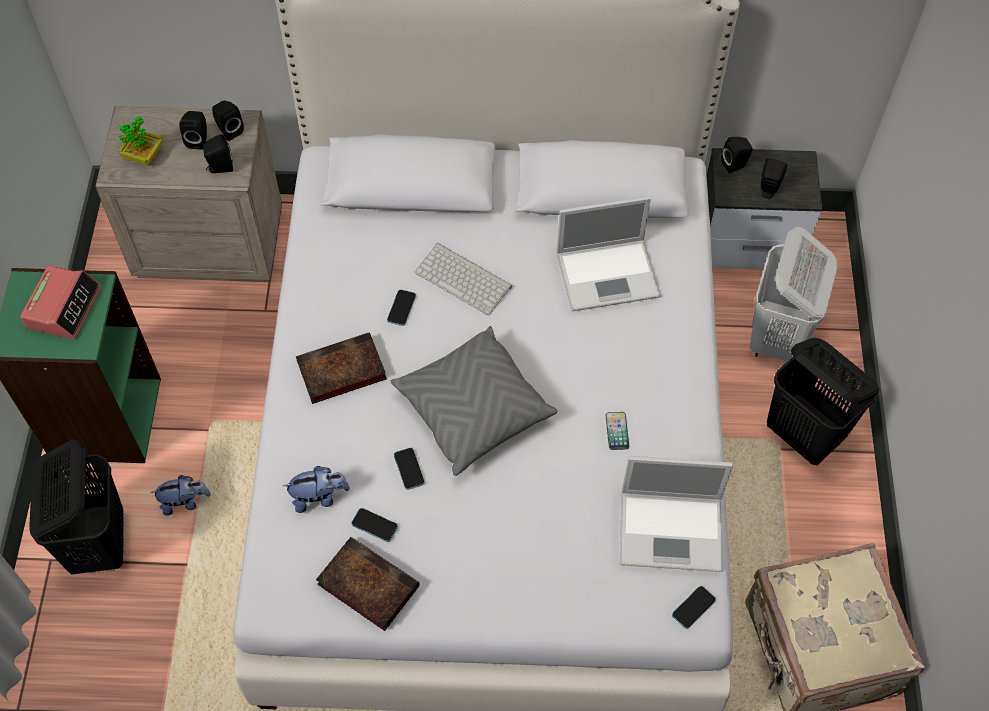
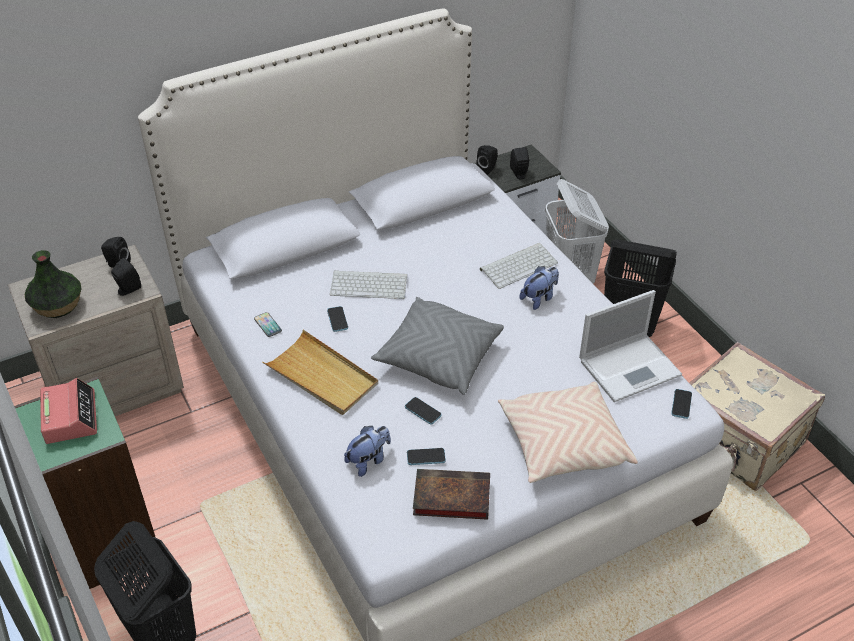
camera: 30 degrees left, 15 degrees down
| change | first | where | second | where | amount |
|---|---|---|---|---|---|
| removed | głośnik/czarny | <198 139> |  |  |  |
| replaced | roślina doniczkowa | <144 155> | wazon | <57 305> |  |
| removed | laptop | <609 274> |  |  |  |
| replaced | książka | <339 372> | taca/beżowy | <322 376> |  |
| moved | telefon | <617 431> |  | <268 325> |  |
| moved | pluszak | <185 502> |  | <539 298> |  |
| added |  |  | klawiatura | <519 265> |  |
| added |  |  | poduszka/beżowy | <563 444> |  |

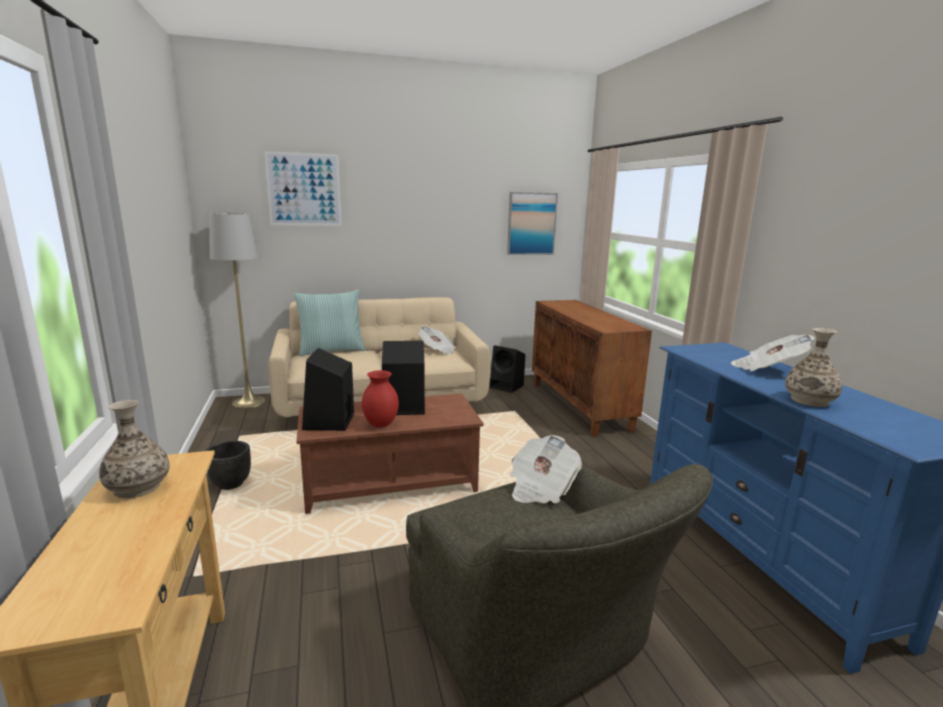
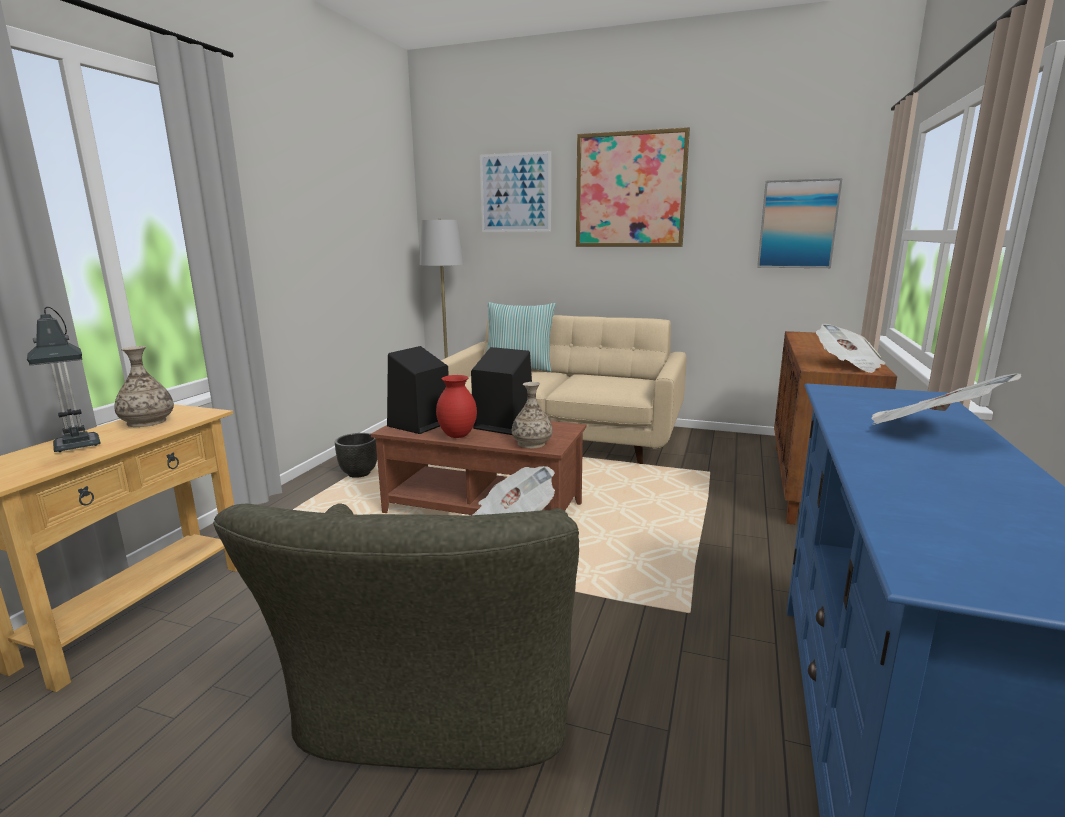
camera: 35 degrees right, 0 degrees up
| change | first | where | second | where | amount |
|---|---|---|---|---|---|
| moved | gazeta | <437 350> |  | <848 365> |  |
| moved | wazon | <809 400> |  | <531 443> |  |
| removed | głośnik/czarny | <507 386> |  |  |  |
| added |  |  | obraz | <630 190> |  |
| added |  |  | lampa stołowa | <78 448> |  |

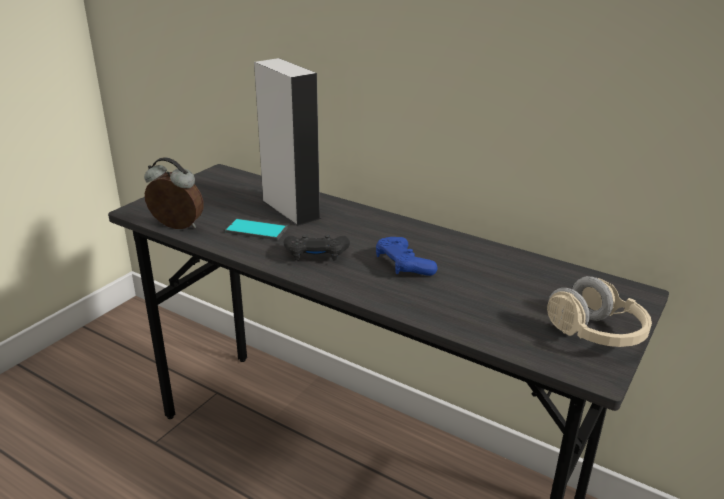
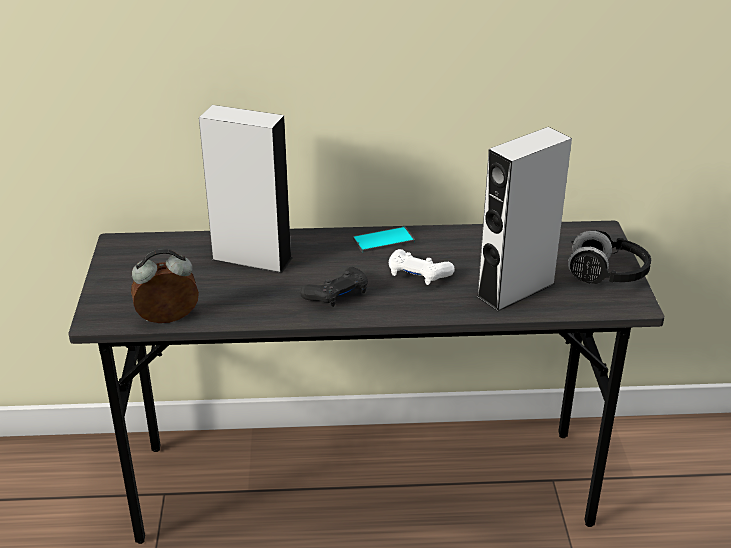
camera: 35 degrees left, 5 degrees up
| change | first | where | second | where | amount |
|---|---|---|---|---|---|
| moved | telefon | <256 230> |  | <383 240> |  |
| recoloured | pad do gier/niebieski | <403 265> | pad do gier/biały | <418 275> |  |
| recoloured | słuchawki/beżowy | <595 334> | słuchawki/czarny | <606 275> |  |
| added |  |  | głośnik/szary | <515 290> |  |

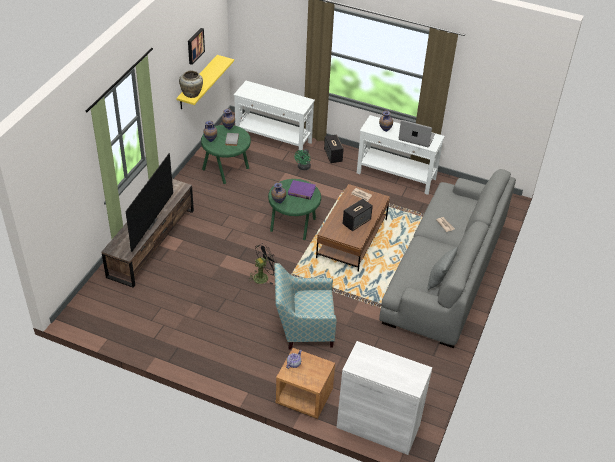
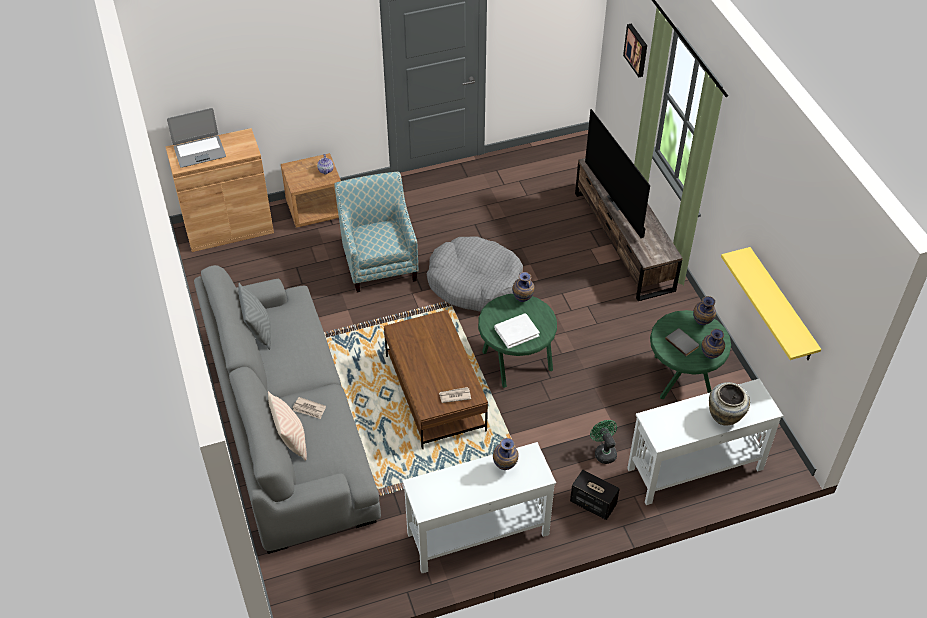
camera: 140 degrees right, 5 degrees up
| change | first | where | second | where | amount |
|---|---|---|---|---|---|
| moved | obraz | <195 45> |  | <637 50> |  |
| moved | wazon/beżowy | <192 94> |  | <724 417> |  |
| moved | laptop | <416 138> |  | <199 151> |  |
| recoloured | książka/fioletowy | <301 191> | książka/biały | <516 332> |  |
| removed | głośnik | <356 222> |  |  |  |
| replaced | wentylator/czarny | <263 276> | legowisko/szary | <475 283> |  |
| turned | fotel | <302 328> |  | <379 261> | 60 degrees counterclockwise |
| recoloured | szafka/biały | <378 426> | szafka/brązowy | <229 228> |  |
| added |  |  | poduszka/beżowy | <291 440> |  |

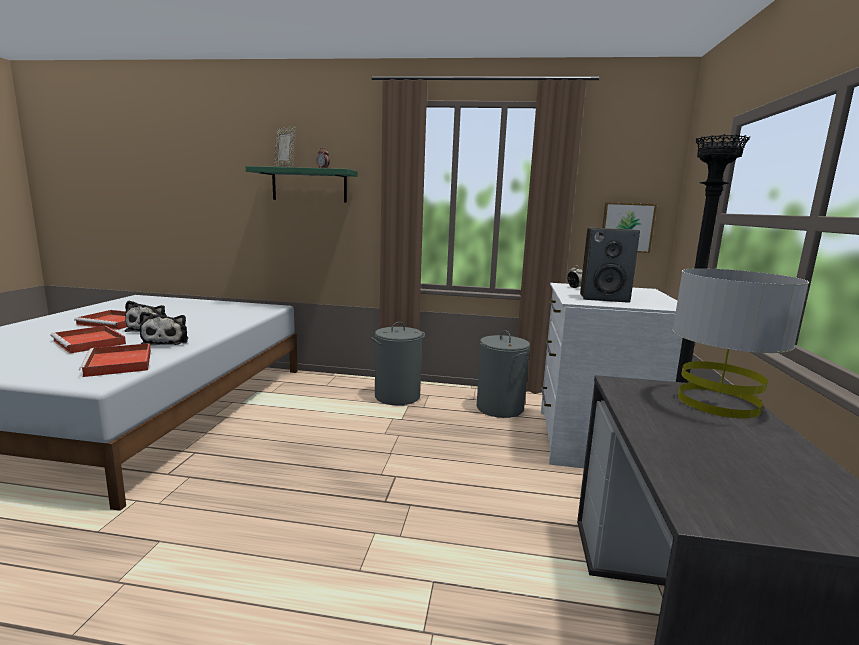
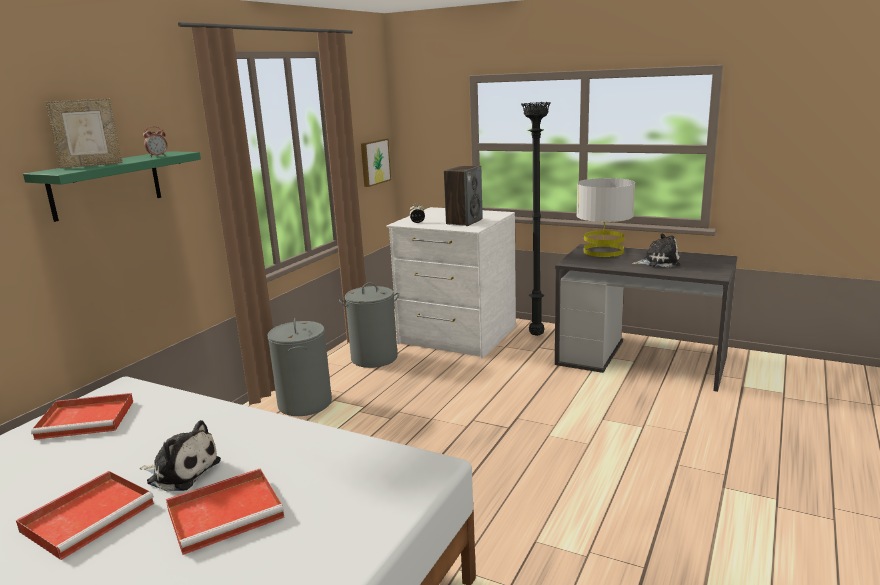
camera: 70 degrees left, 5 degrees up
| change | first | where | second | where | amount |
|---|---|---|---|---|---|
| moved | pluszak | <167 341> |  | <658 262> |  |
| moved | taca/czerwony | <119 363> |  | <88 419> |  |

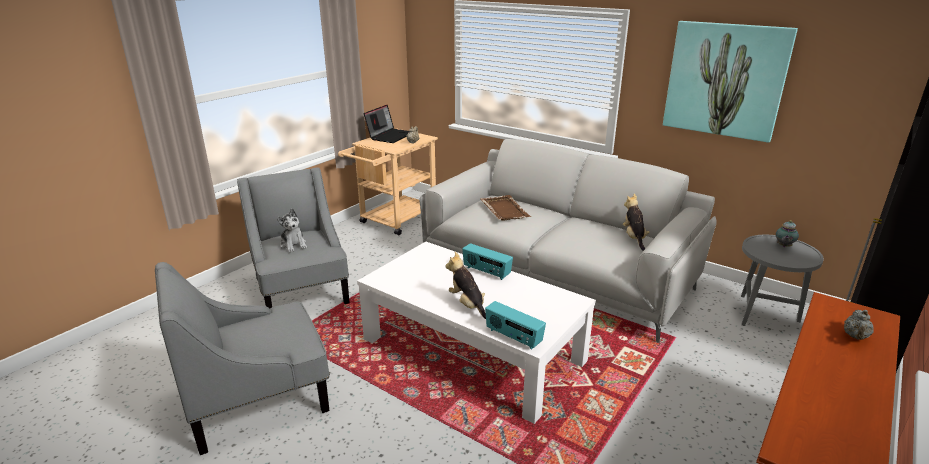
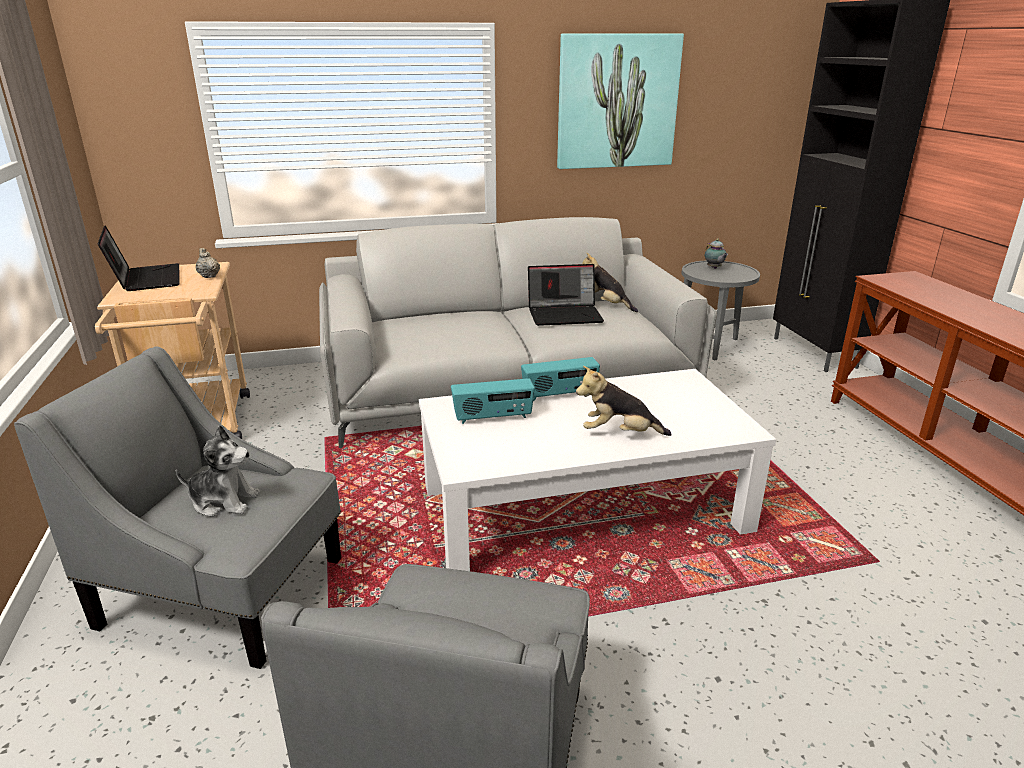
camera: 50 degrees left, 0 degrees up
| change | first | where | second | where | amount |
|---|---|---|---|---|---|
| removed | taca/brązowy | <504 209> |  |  |  |
| moved | radio | <513 337> |  | <493 418> |  |
| removed | imbryk/szary | <855 337> |  |  |  |
| added |  |  | laptop | <565 314> |  |

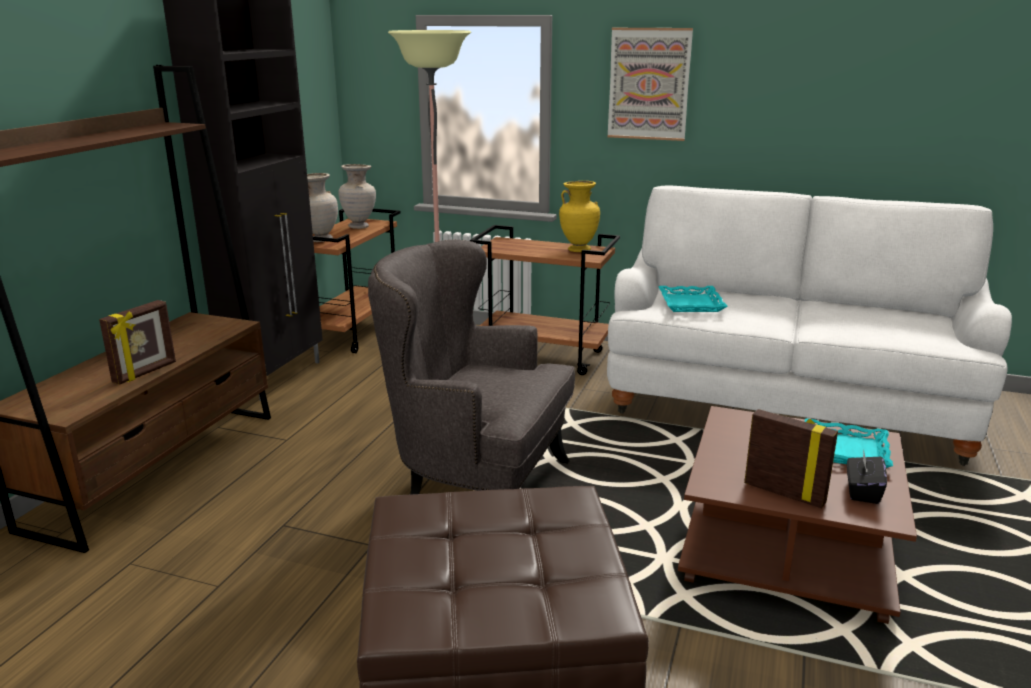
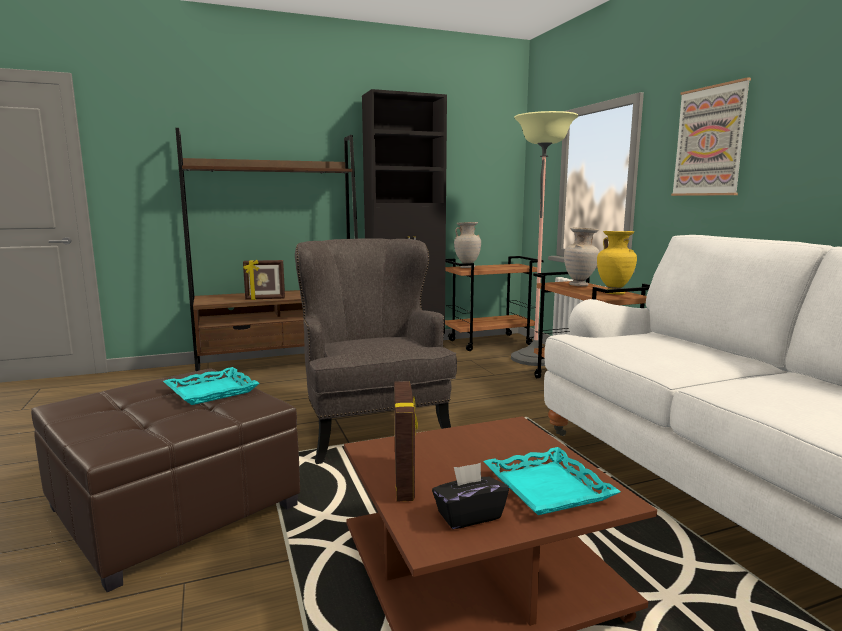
camera: 50 degrees right, 10 degrees down
| change | first | where | second | where | amount |
|---|---|---|---|---|---|
| moved | wazon/beżowy | <359 227> |  | <579 285> |  |
| moved | taca/turkusowy | <691 304> |  | <212 391> |  |

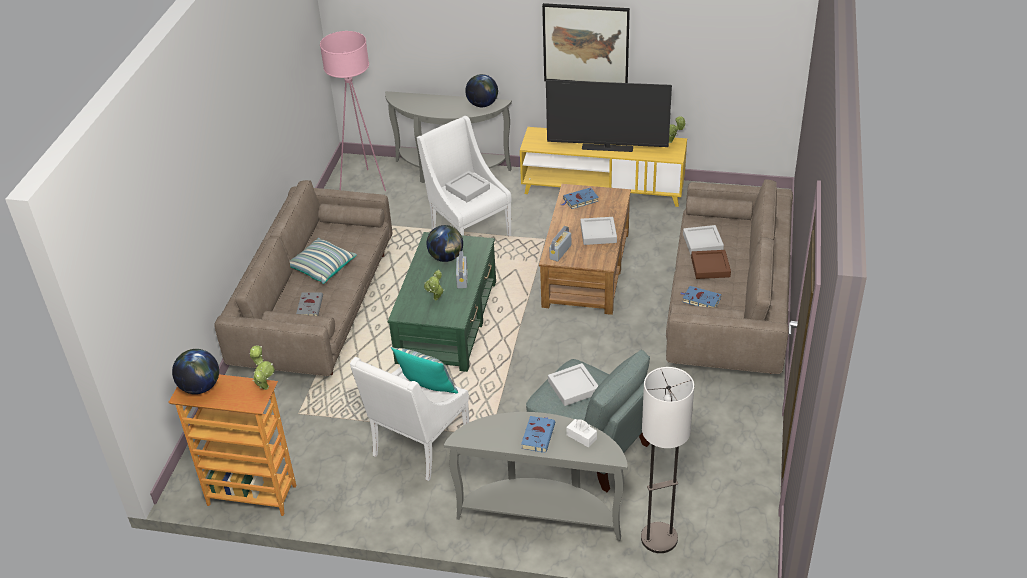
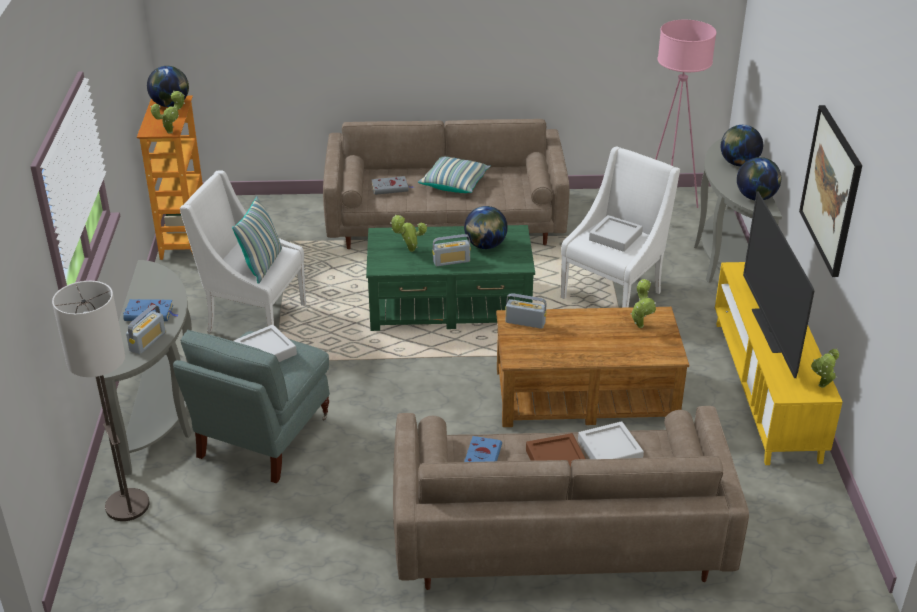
camera: 75 degrees right, 5 degrees down
| change | first | where | second | where | amount |
|---|---|---|---|---|---|
| replaced | książka/niebieski | <580 200> | roślina doniczkowa | <640 324> |  |
| removed | taca/szary | <598 234> |  |  |  |
| replaced | pudełko chusteczek/biały | <581 437> | radio | <147 342> |  |
| added |  |  | globus | <738 163> |  |

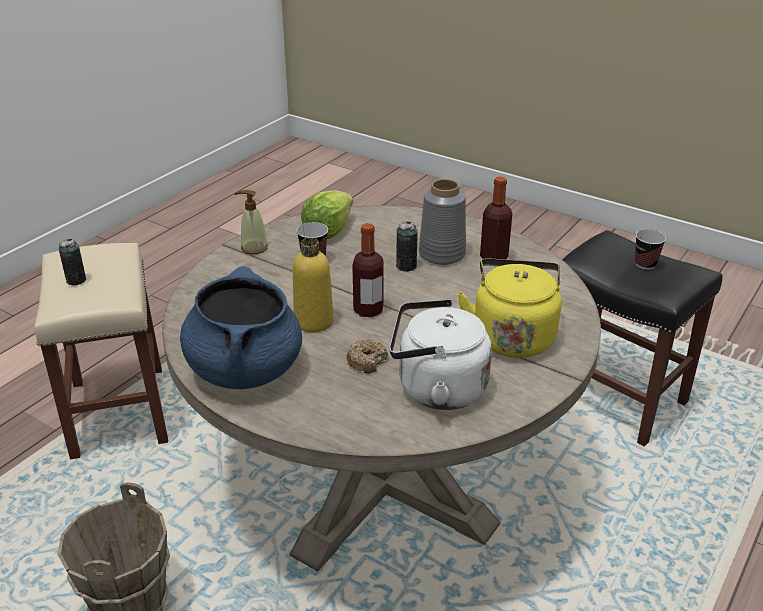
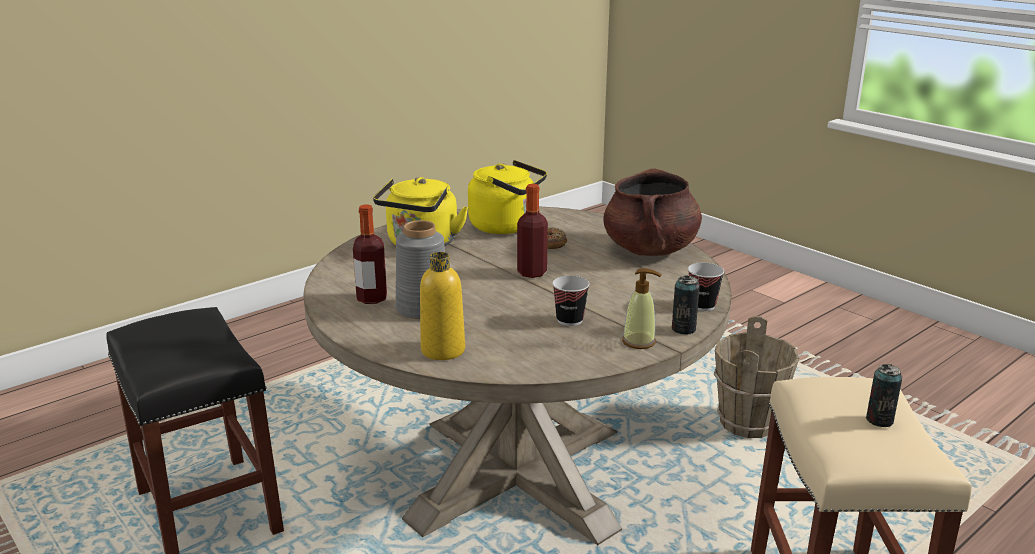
camera: 165 degrees left, 10 degrees down
| change | first | where | second | where | amount |
|---|---|---|---|---|---|
| removed | sałata | <328 230> |  |  |  |
| moved | puszka | <406 266> |  | <683 329> |  |
| moved | filiżanka | <645 264> |  | <702 305> |  |
| moved | butelka/żółty | <314 321> |  | <443 350> |  |
| recoloured | garnek/niebieski | <245 369> | garnek/brązowy | <650 250> |  |
| recoloured | czajnik/biały | <436 389> | czajnik/żółty | <507 227> |  |

